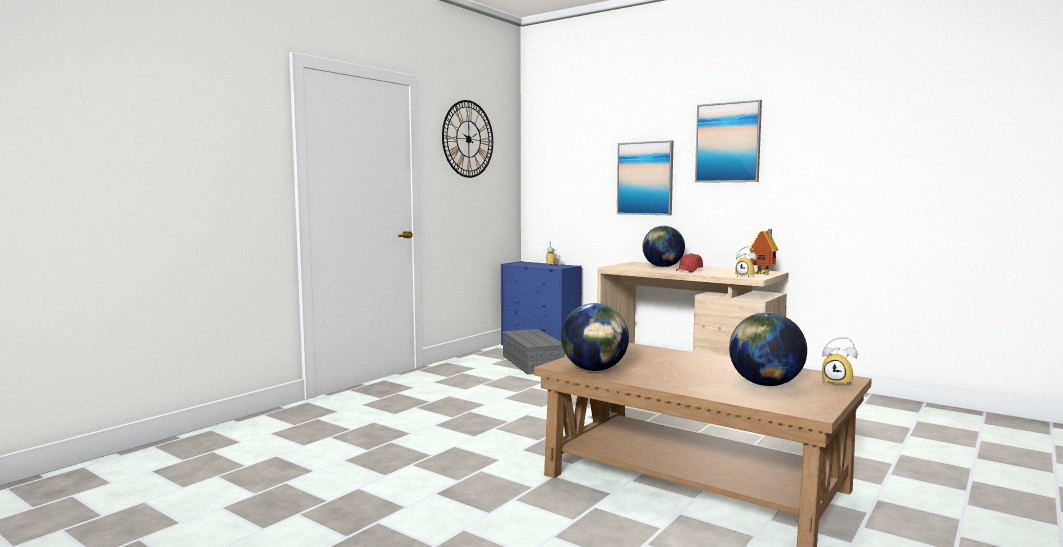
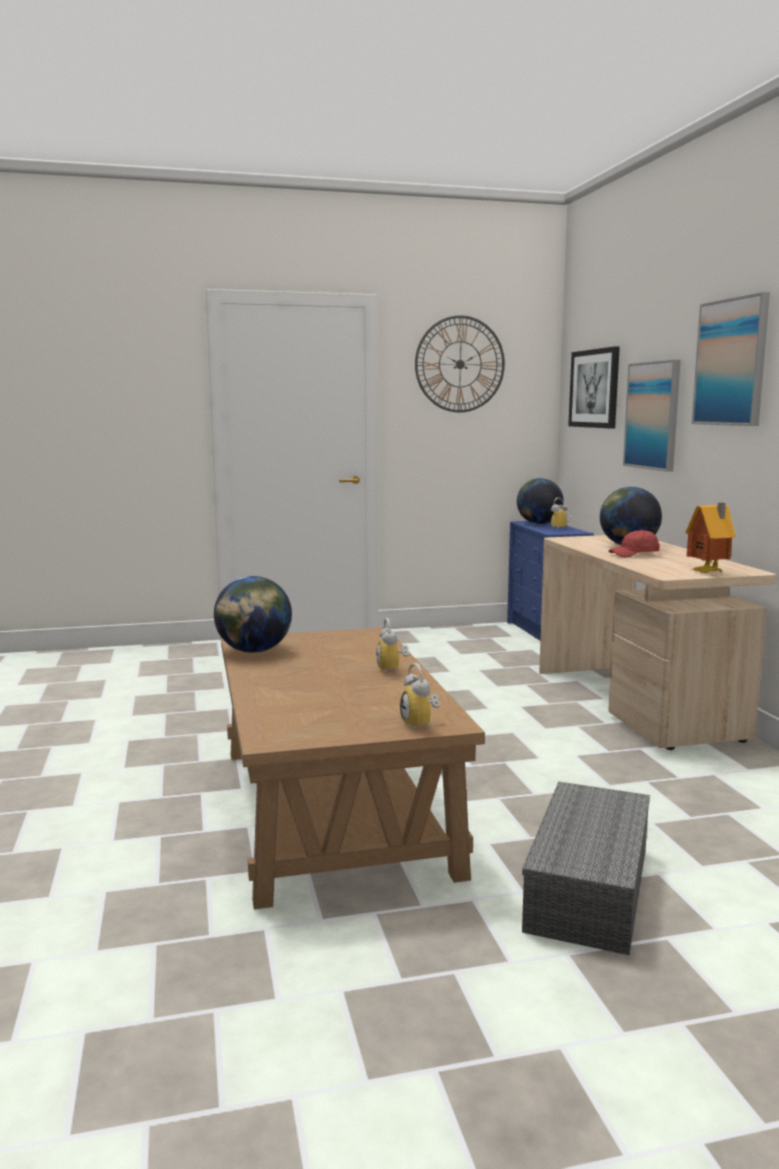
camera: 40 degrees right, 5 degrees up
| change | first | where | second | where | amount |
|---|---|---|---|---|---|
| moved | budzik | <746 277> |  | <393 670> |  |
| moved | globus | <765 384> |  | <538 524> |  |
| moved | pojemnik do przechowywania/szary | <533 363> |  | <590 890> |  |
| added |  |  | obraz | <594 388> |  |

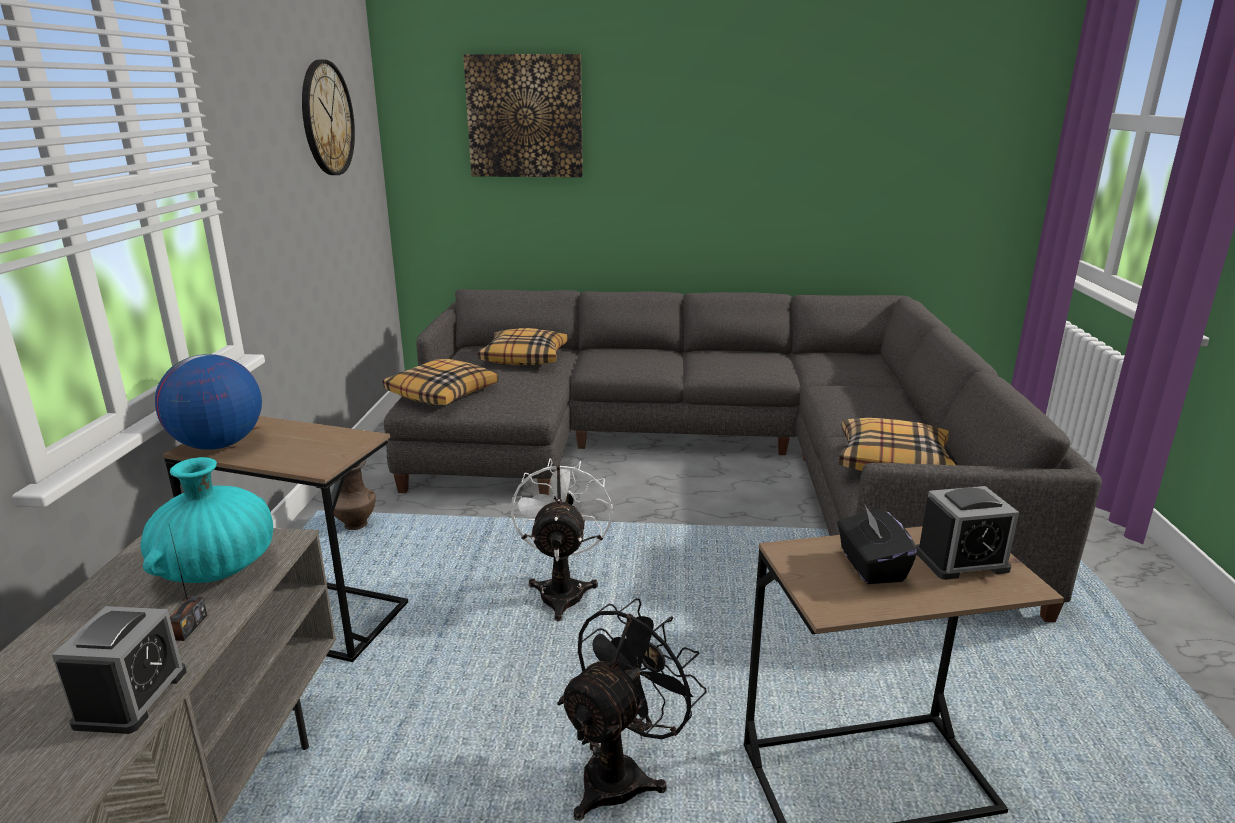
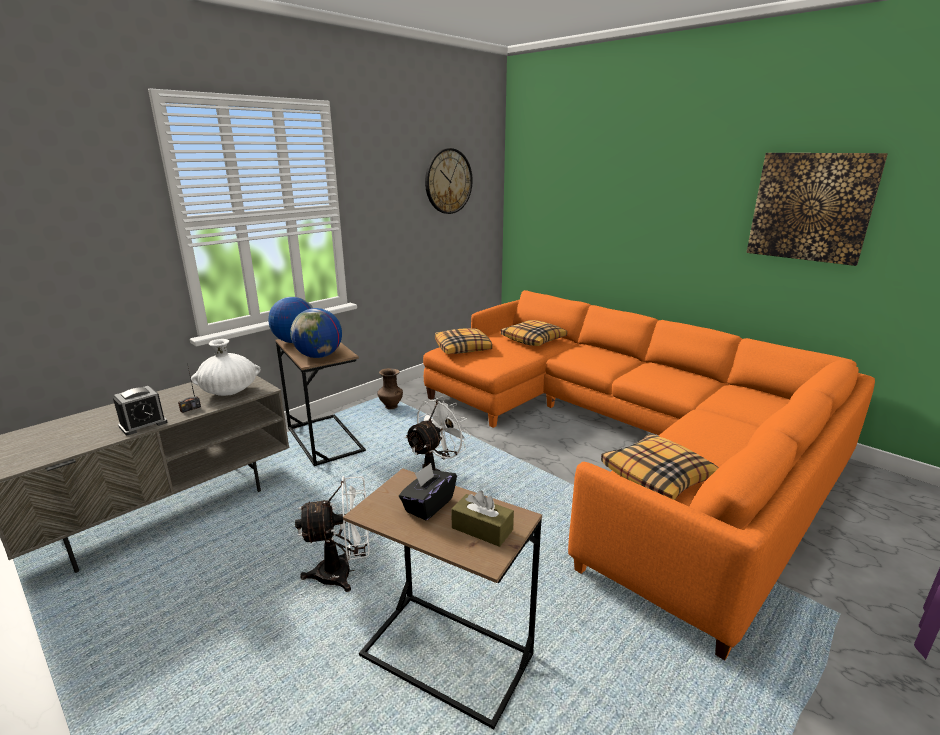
camera: 40 degrees right, 0 degrees up
| change | first | where | second | where | amount |
|---|---|---|---|---|---|
| moved | obraz | <525 116> |  | <811 207> |  |
| recoloured | kanapa/szary | <713 456> | kanapa/pomarańczowy | <626 440> |  |
| recoloured | wazon/turkusowy | <218 570> | wazon/biały | <229 392> |  |
| replaced | budzik | <961 561> | pudełko chusteczek/brązowy | <482 529> |  |
| recoloured | wentylator/czarny | <622 773> | wentylator/biały | <344 573> |  |
| added |  |  | globus | <319 356> |  |

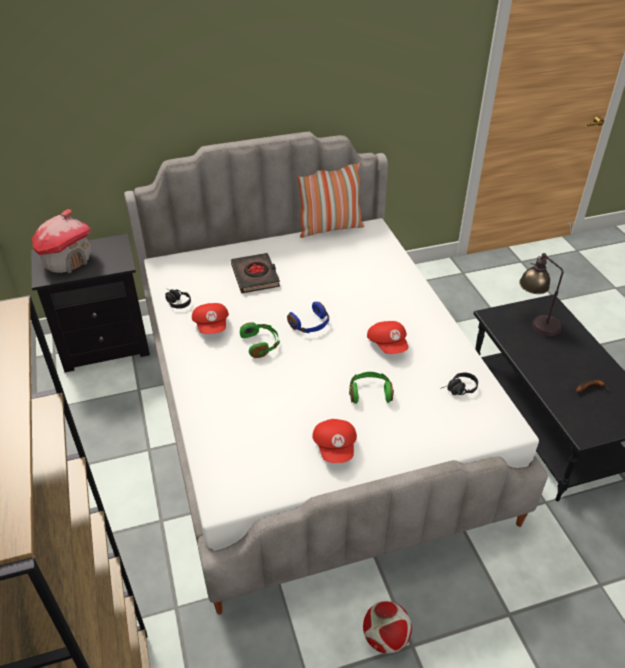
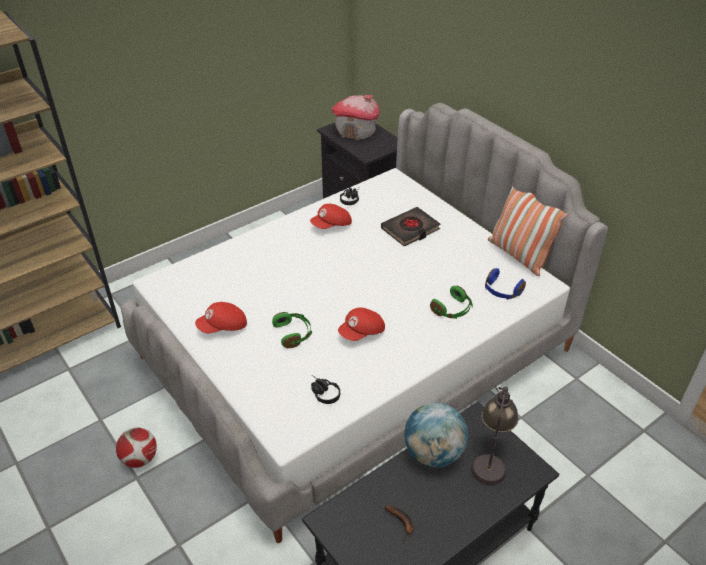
camera: 70 degrees right, 0 degrees up
| change | first | where | second | where | amount |
|---|---|---|---|---|---|
| moved | słuchawki/niebieski | <310 325> |  | <502 291> |  |
| moved | słuchawki/zielony | <261 344> |  | <452 309> |  |
| added |  |  | globus | <433 453> |  |

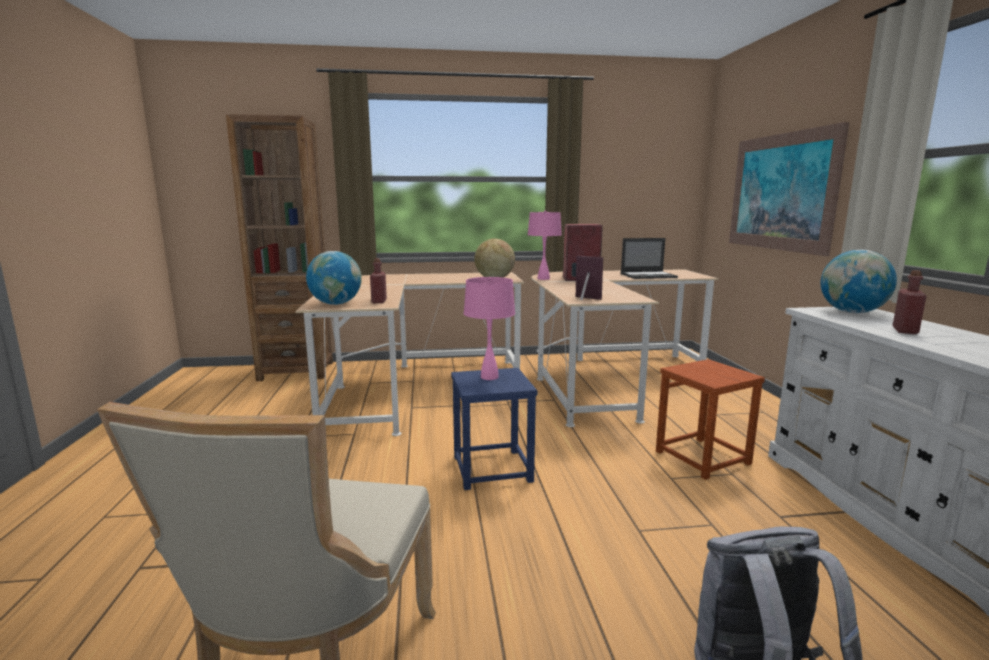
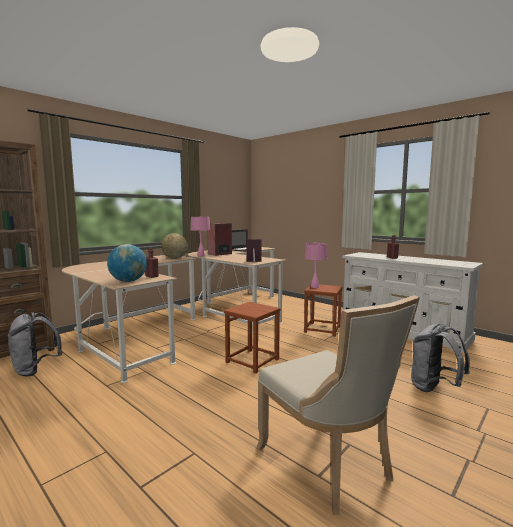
camera: 40 degrees left, 5 degrees down
| change | first | where | second | where | amount |
|---|---|---|---|---|---|
| removed | obraz | <780 192> |  |  |  |
| removed | globus | <852 312> |  |  |  |
| moved | lampa stołowa/różowy | <489 377> |  | <315 287> |  |
| recoloured | stołek/niebieski | <492 469> | stołek/brązowy | <252 361> |  |
| added |  |  | plecak/szary | <35 370> |  |

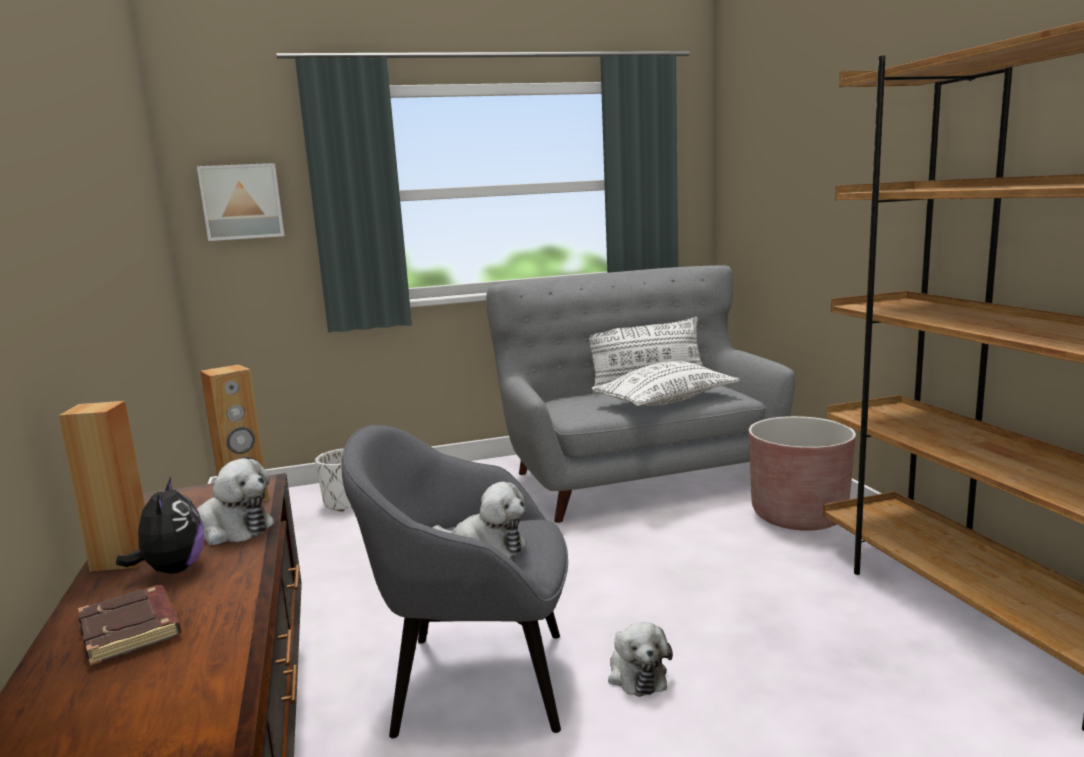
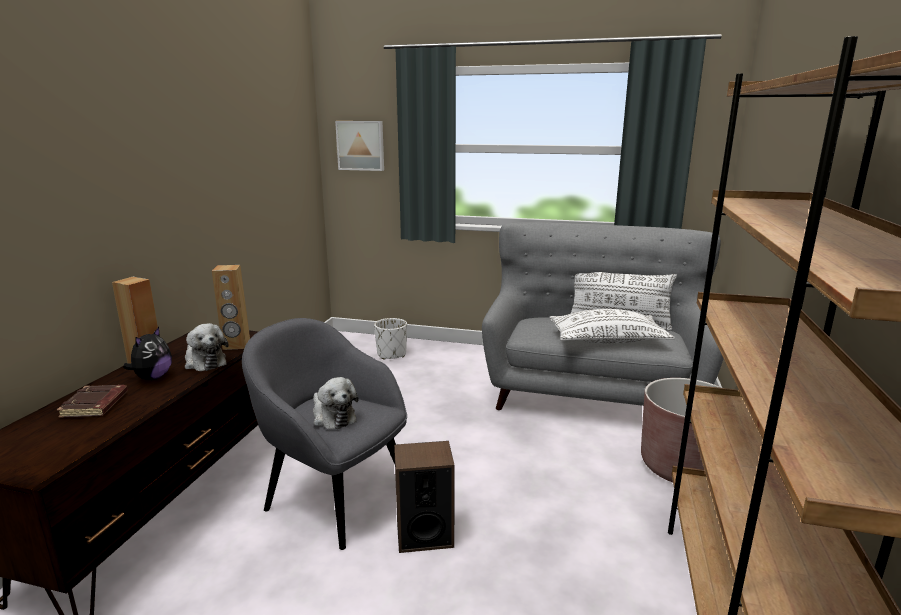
camera: 30 degrees right, 5 degrees up
| change | first | where | second | where | amount |
|---|---|---|---|---|---|
| replaced | pluszak | <636 673> | głośnik | <424 535> |  |

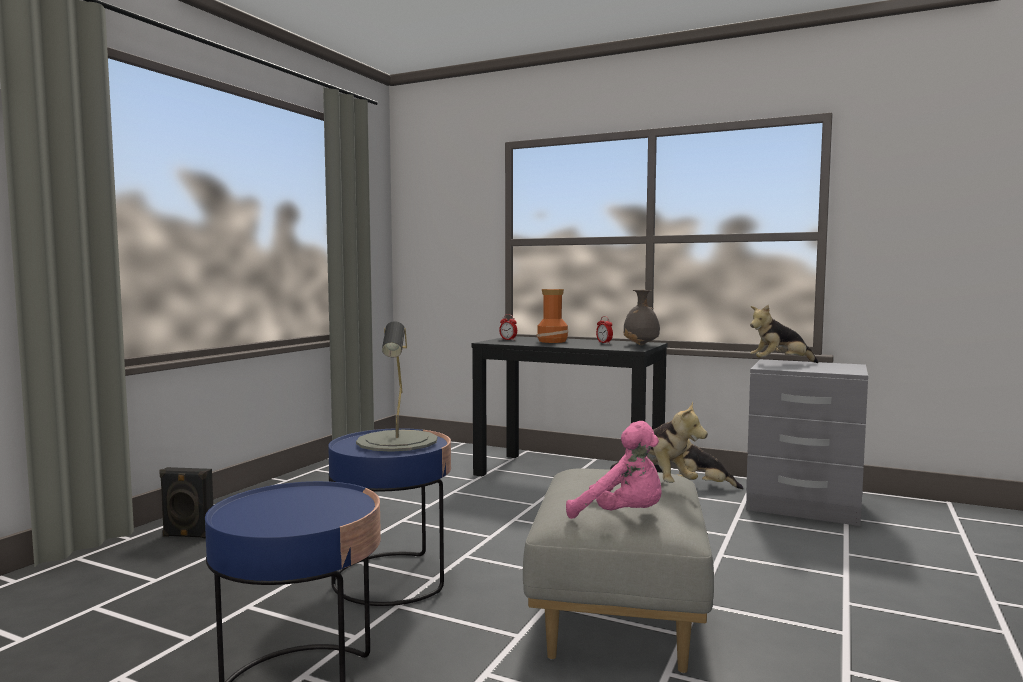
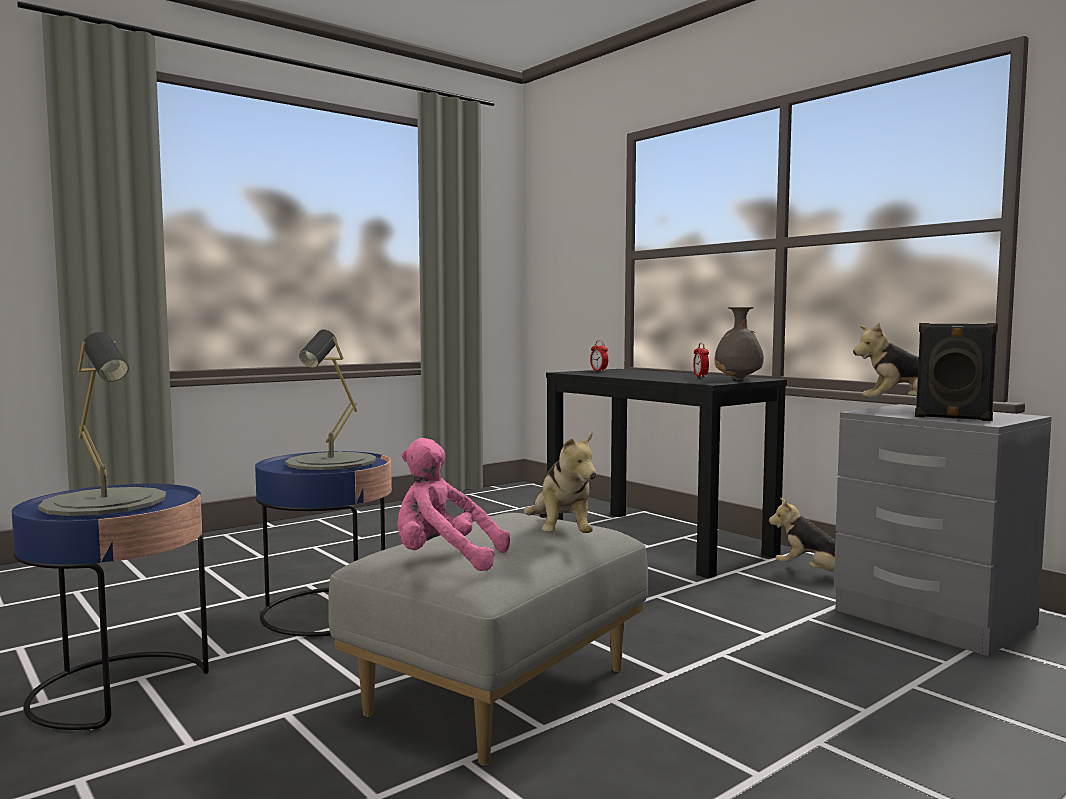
camera: 25 degrees right, 0 degrees up
| change | first | where | second | where | amount |
|---|---|---|---|---|---|
| removed | wazon | <553 341> |  |  |  |
| turned | pluszak/różowy | <622 517> |  | <444 560> | 135 degrees clockwise |
| moved | głośnik/czarny | <187 536> |  | <953 418> |  |
| added |  |  | lampa stołowa/szary | <105 502> |  |

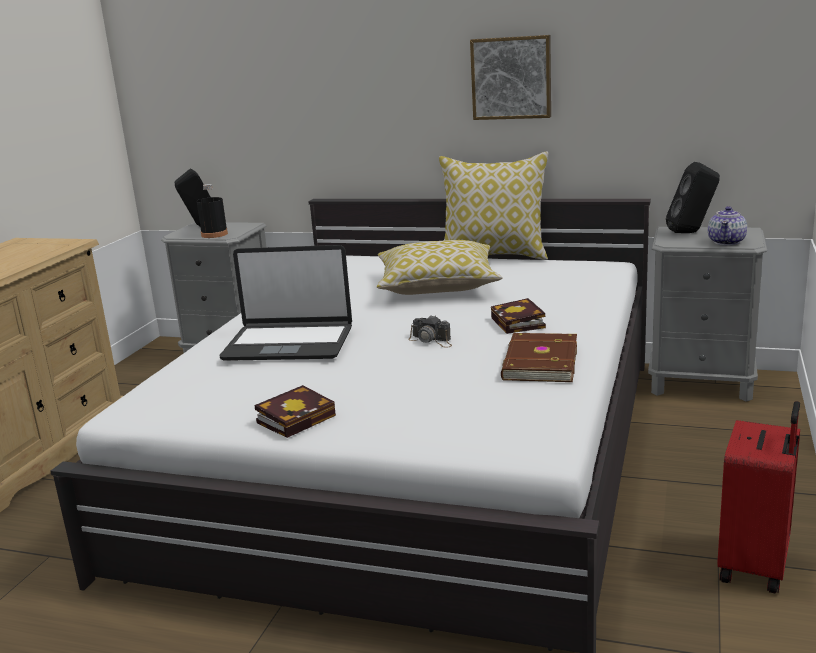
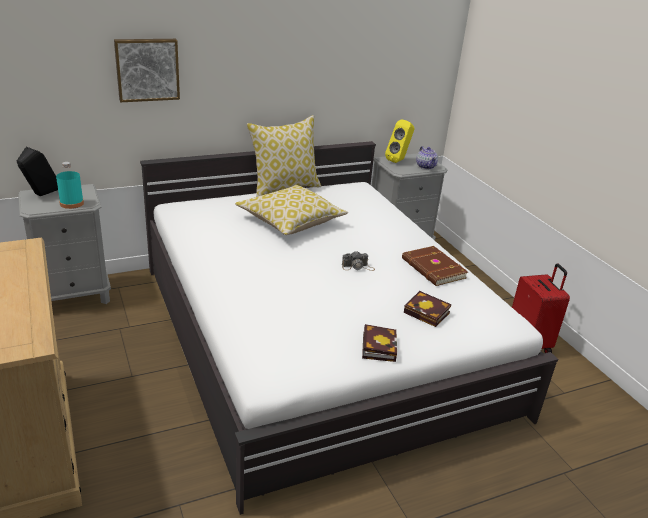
camera: 45 degrees left, 10 degrees up
| change | first | where | second | where | amount |
|---|---|---|---|---|---|
| moved | obraz | <511 77> |  | <147 69> |  |
| recoloured | głośnik/czarny | <692 232> | głośnik/żółty | <399 160> |  |
| recoloured | butelka/czarny | <214 234> | butelka/turkusowy | <71 203> |  |
| removed | laptop | <289 343> |  |  |  |
| moved | książka | <519 323> |  | <428 313> |  |

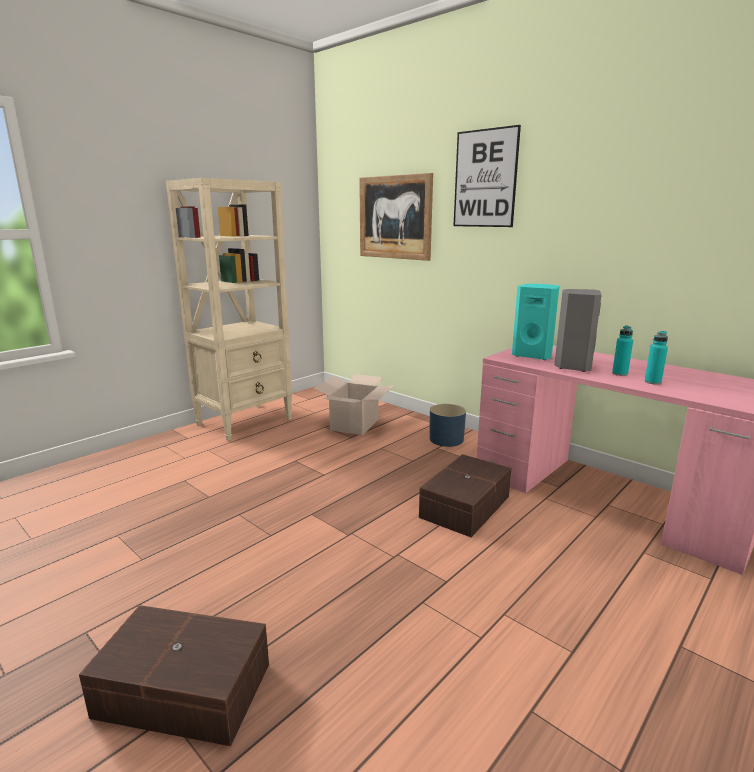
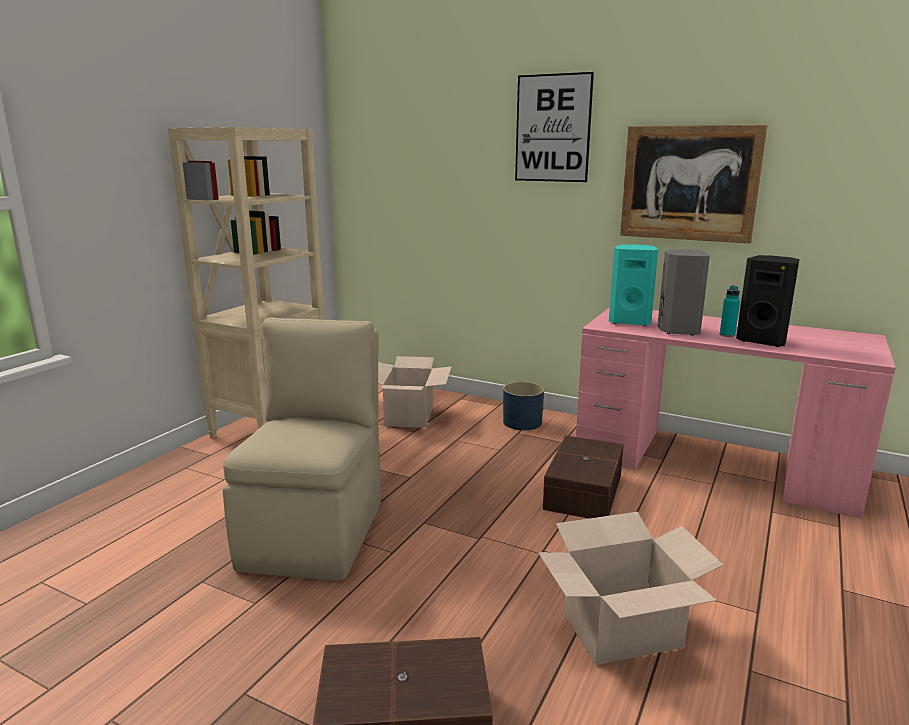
camera: 15 degrees left, 0 degrees up
| change | first | where | second | where | amount |
|---|---|---|---|---|---|
| moved | obraz | <394 217> |  | <689 183> |  |
| replaced | butelka/turkusowy | <652 382> | głośnik/czarny | <763 341> |  |
| added |  |  | krzesło/beżowy | <315 532> |  |
| added |  |  | karton | <622 629> |  |

